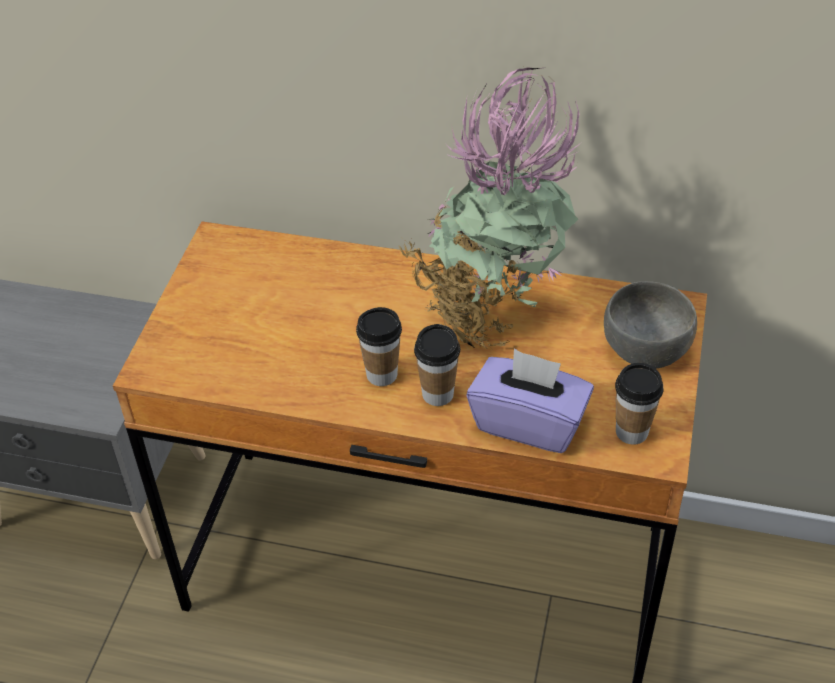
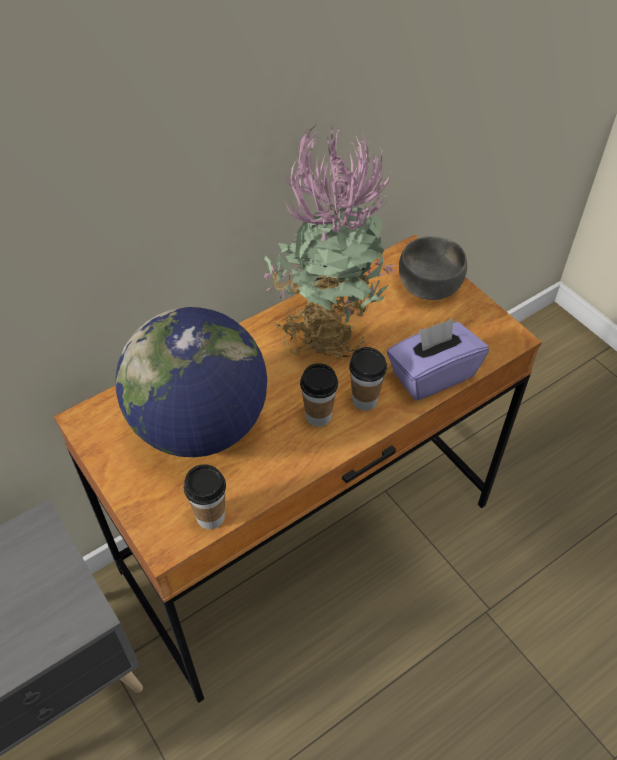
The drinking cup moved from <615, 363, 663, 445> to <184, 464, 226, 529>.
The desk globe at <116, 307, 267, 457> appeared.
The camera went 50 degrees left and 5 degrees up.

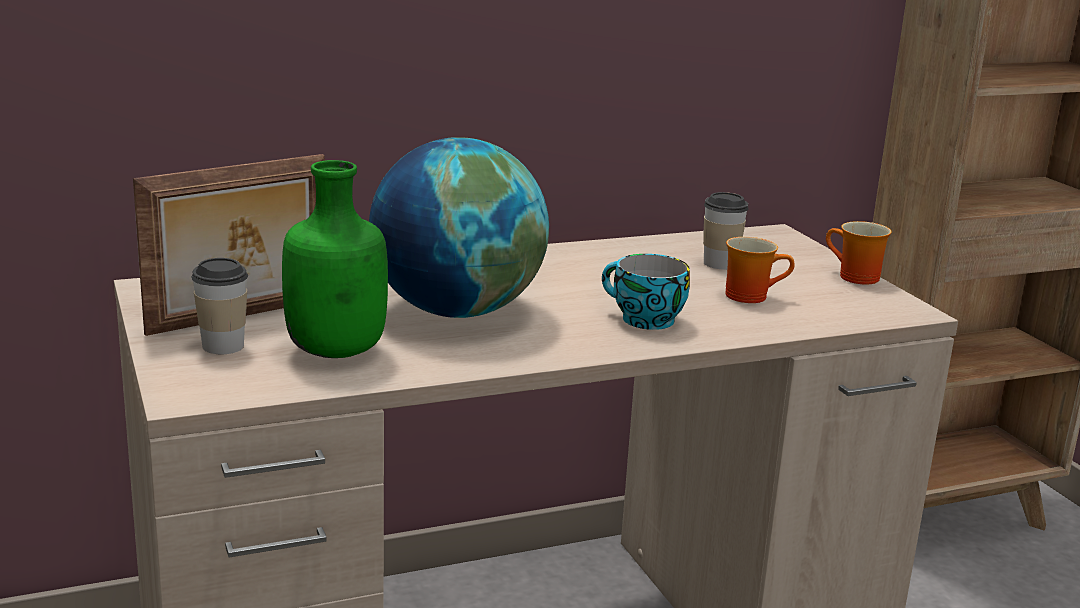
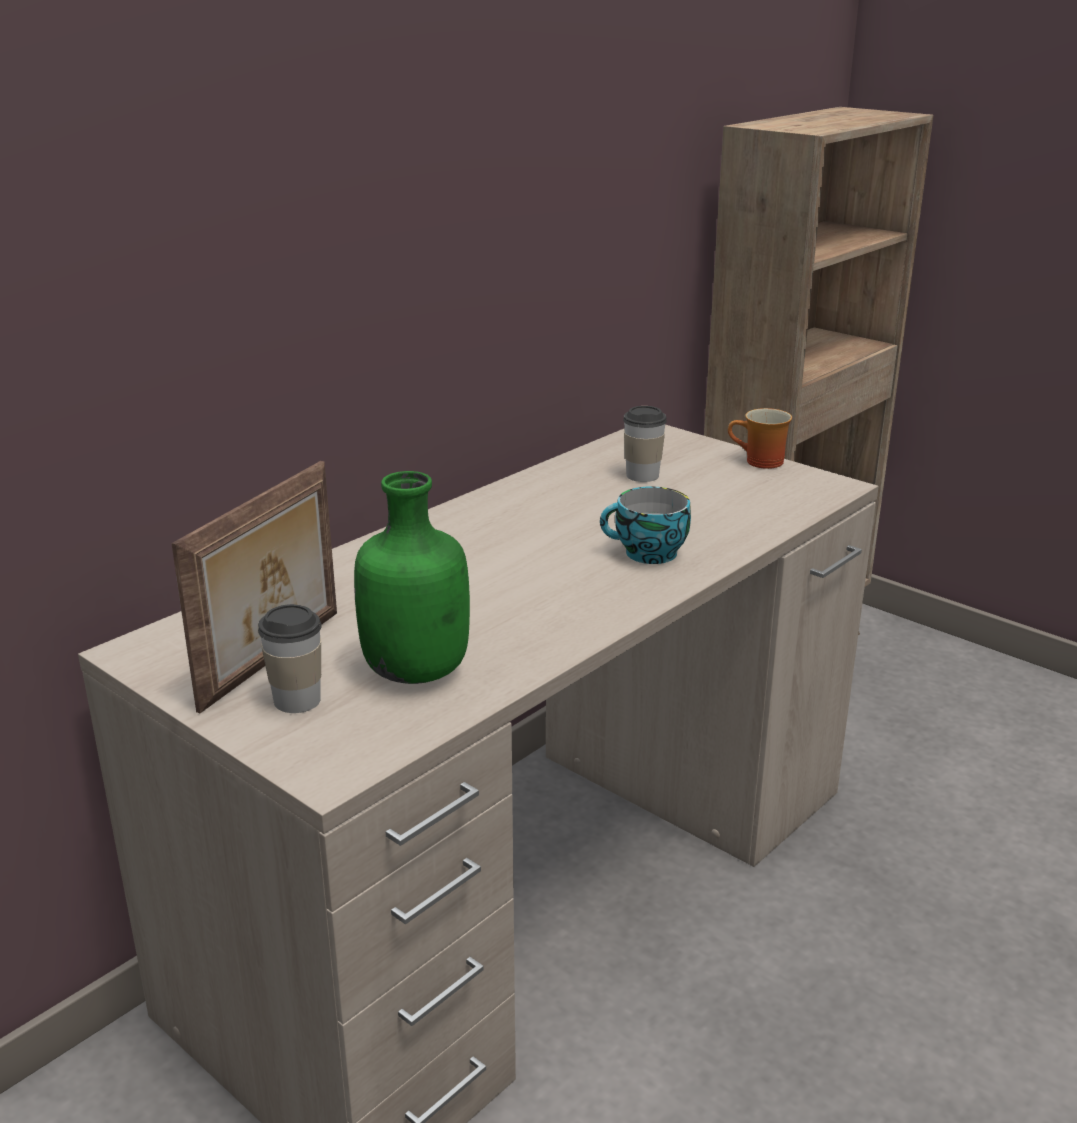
The desk globe at <369, 137, 549, 318> disappeared.
The tea mug at <725, 237, 795, 303> disappeared.
The camera went 25 degrees left and 5 degrees up.

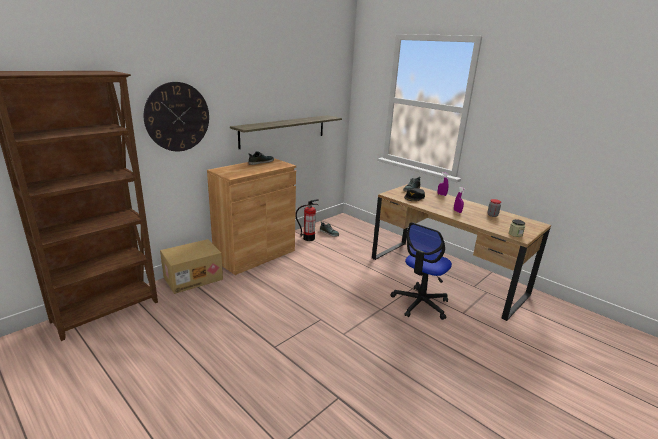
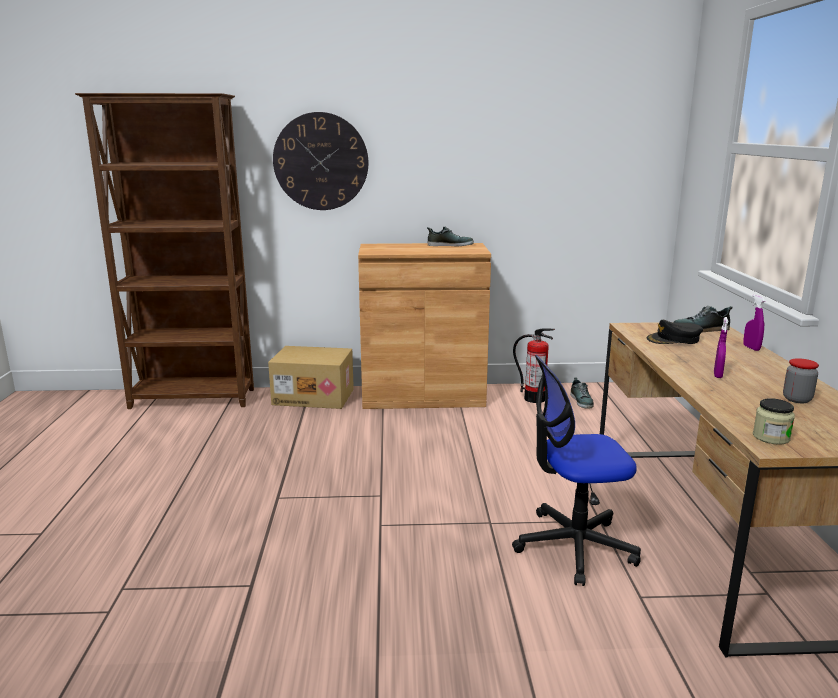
The bracket shelf at <230, 115, 342, 149> disappeared.
The camera went 45 degrees right and 5 degrees down.

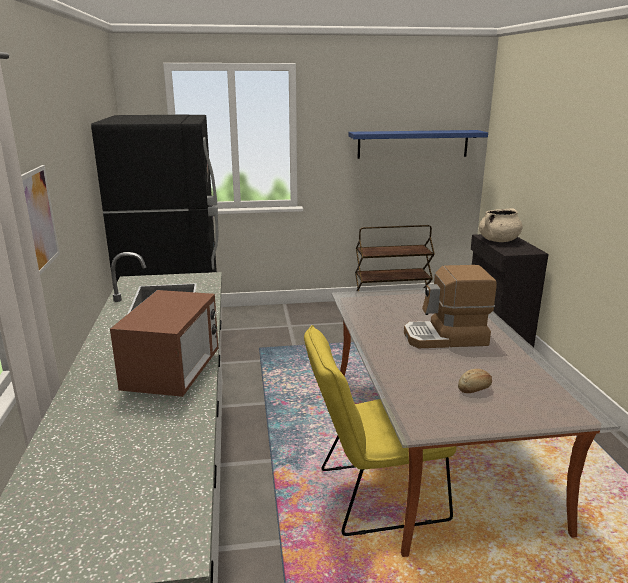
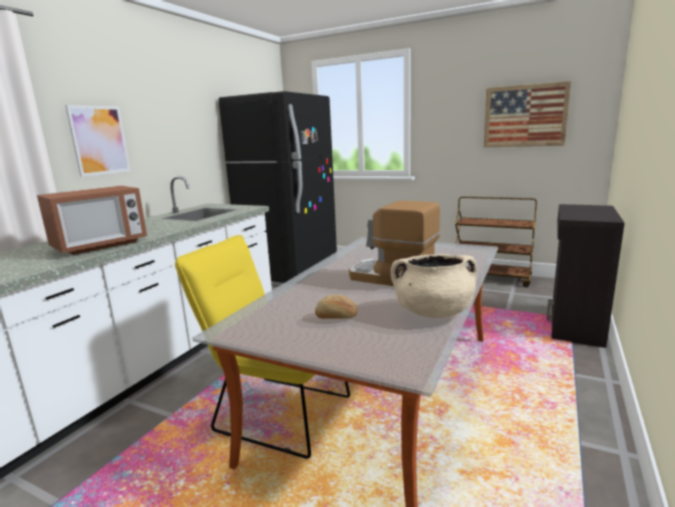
The bracket shelf/bluish at <348, 130, 488, 159> was replaced by the wall art at <484, 81, 571, 148>.
The saucepot/beige moved from <479, 208, 523, 242> to <391, 254, 477, 318>.
The camera went 35 degrees right and 5 degrees down.

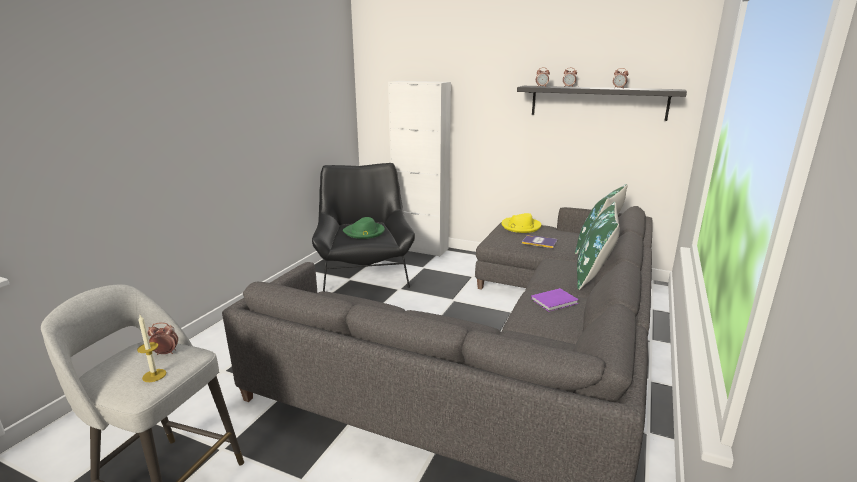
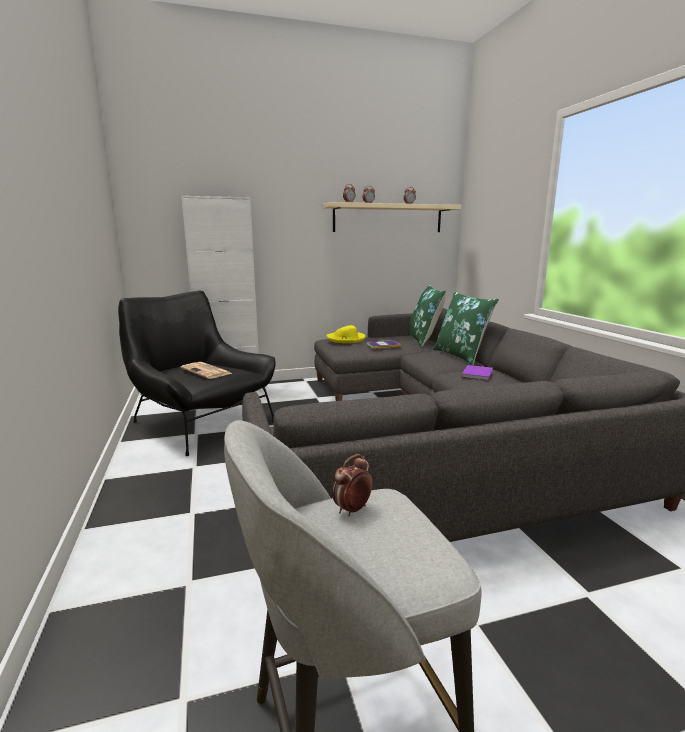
The bracket shelf/black at <517, 86, 687, 121> became the bracket shelf/beige at <323, 202, 462, 232>.
The clothing hat/greenish at <343, 217, 385, 239> was replaced by the printed paper at <181, 362, 233, 379>.
The candle at <137, 315, 167, 382> disappeared.
The camera went 40 degrees left and 5 degrees down.

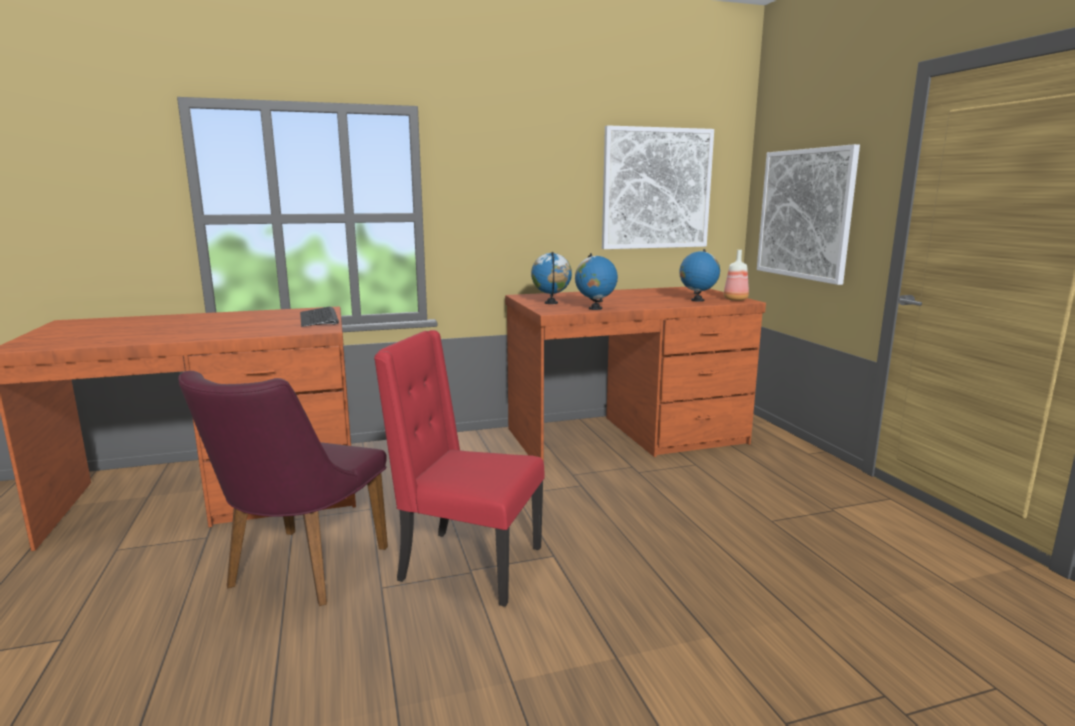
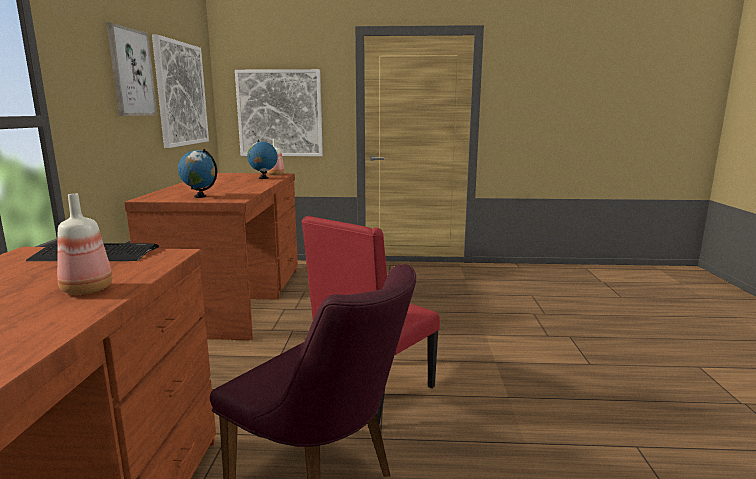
The desk globe at <575, 253, 618, 310> disappeared.
The wall art at <107, 22, 157, 116> appeared.
The drink bottle at <57, 193, 113, 295> appeared.
The camera went 70 degrees left and 0 degrees up.

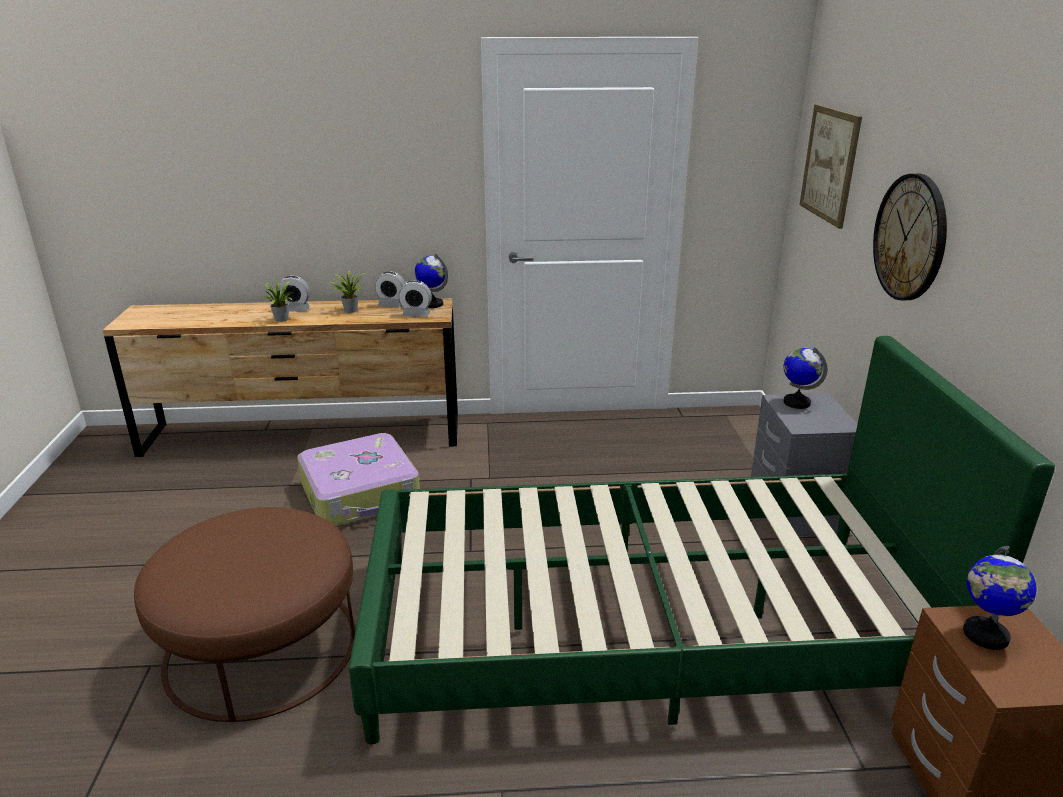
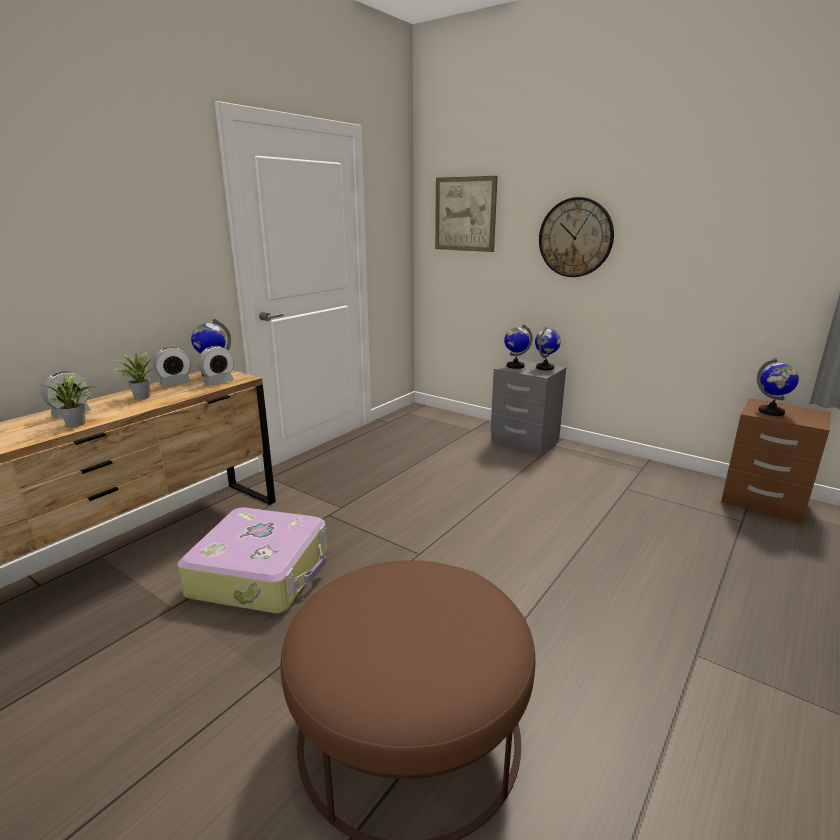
The sleeping bed/greenish at <349, 336, 1055, 744> disappeared.
The desk globe at <535, 327, 561, 371> appeared.
The camera went 50 degrees left and 5 degrees down.

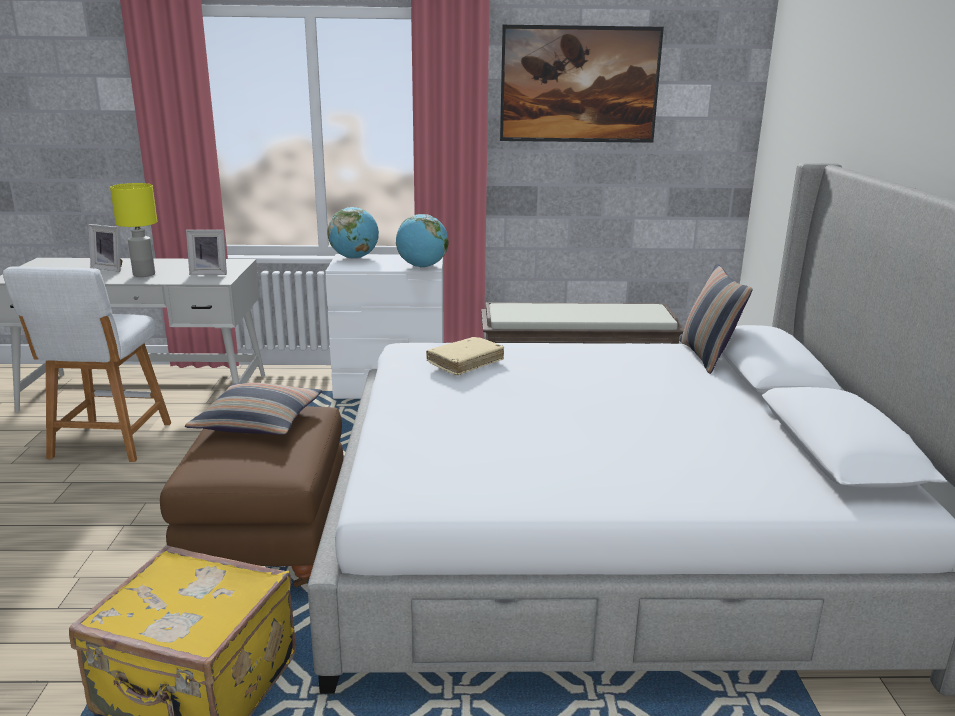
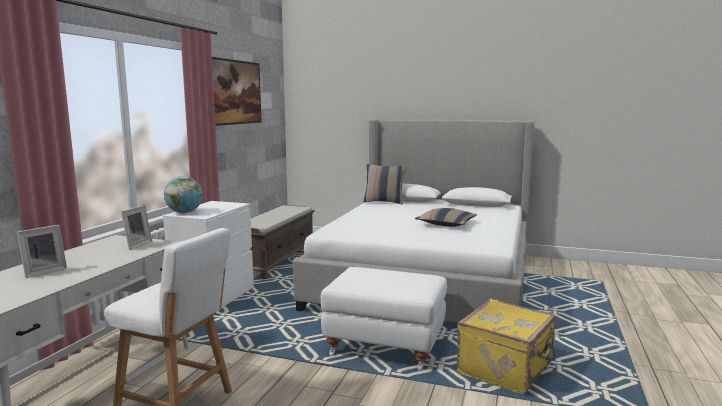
The tabletop lamp/yellow-coloured at <110, 183, 157, 277> disappeared.
The desk globe at <396, 214, 448, 268> disappeared.
The volume/beige at <426, 337, 505, 375> disappeared.
The cushion moved from <185, 383, 322, 435> to <415, 208, 477, 227>.
The footrest/brown at <160, 406, 343, 587> became the footrest/whitish at <321, 267, 447, 371>.
The camera went 70 degrees left and 10 degrees down.

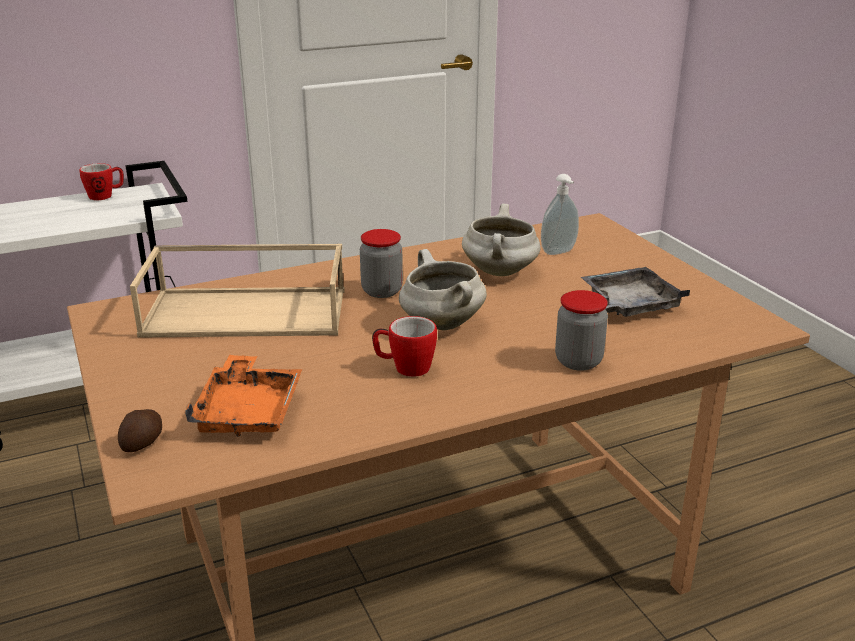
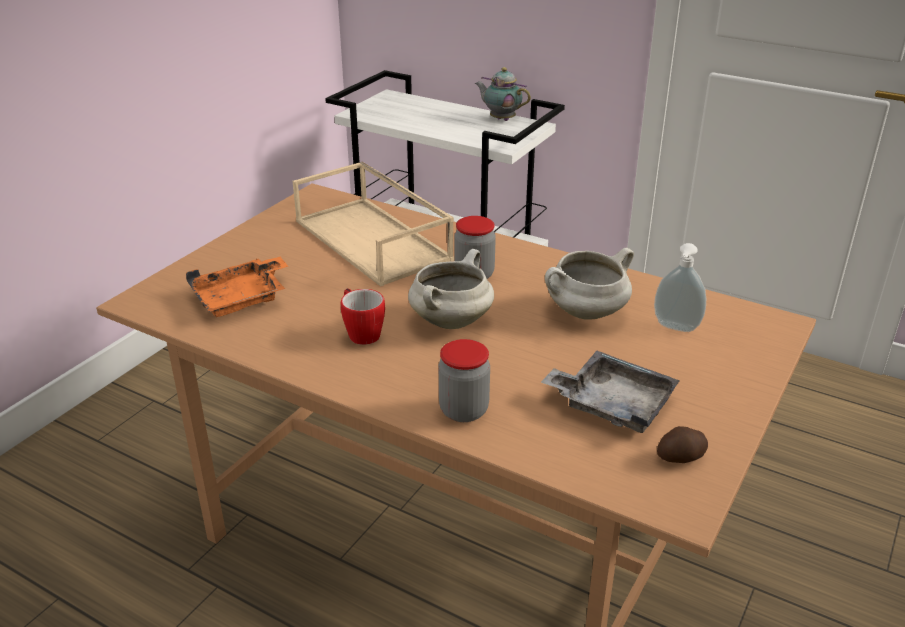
The tea mug at <79, 163, 124, 200> was replaced by the teapot at <475, 67, 531, 121>.
The whole potato moved from <118, 409, 162, 452> to <657, 426, 708, 463>.
The camera went 55 degrees right and 5 degrees up.

